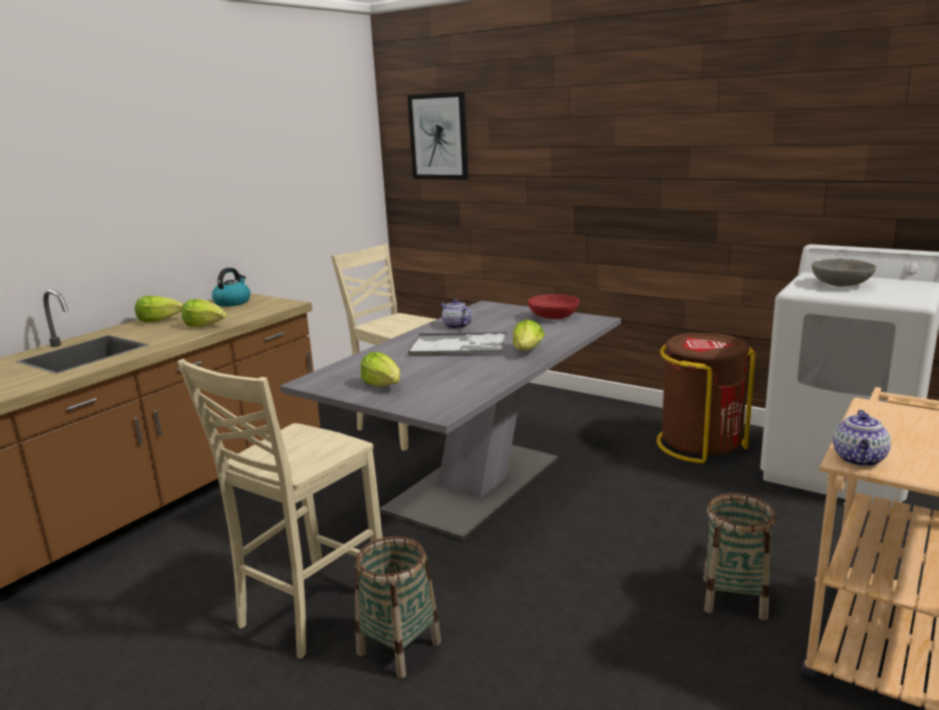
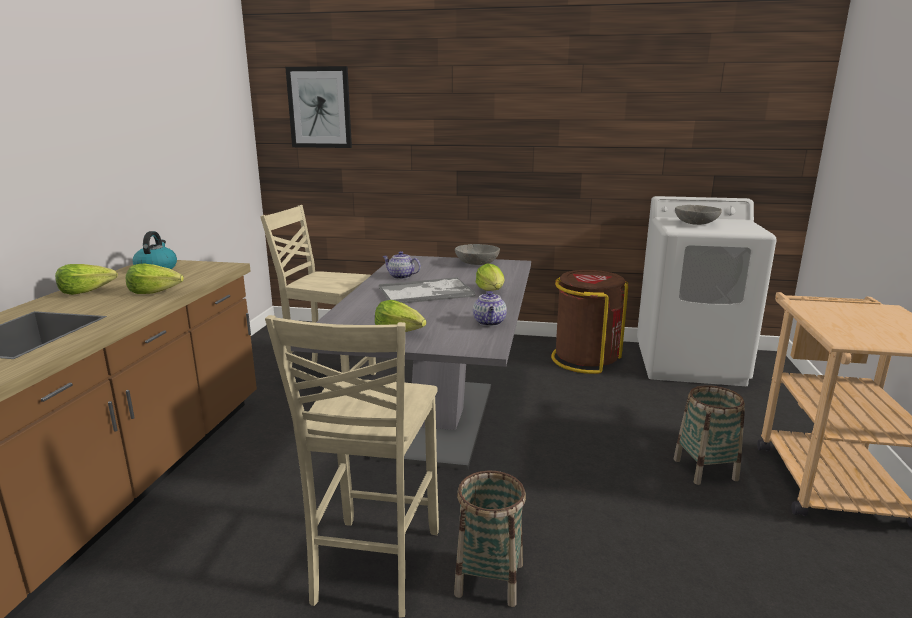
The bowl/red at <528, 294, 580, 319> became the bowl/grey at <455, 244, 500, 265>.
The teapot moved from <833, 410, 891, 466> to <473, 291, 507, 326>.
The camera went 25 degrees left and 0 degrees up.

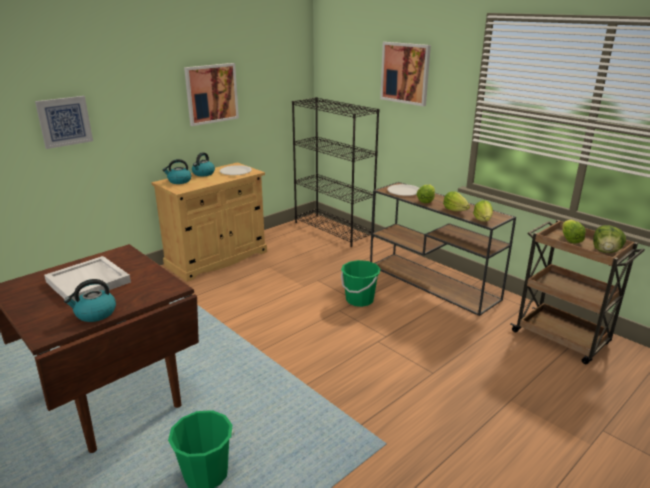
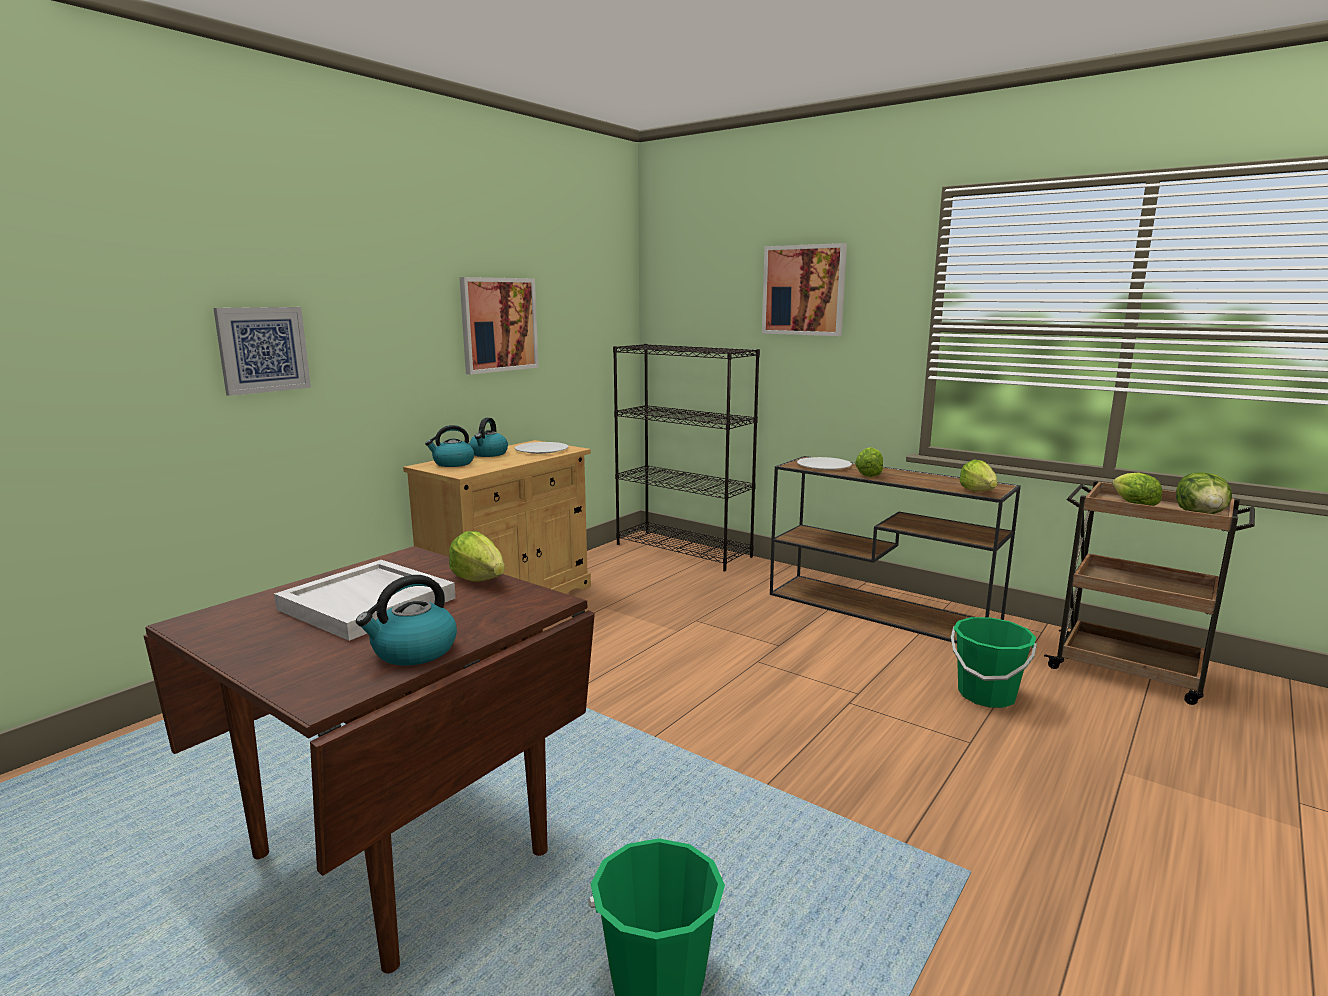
The lettuce moved from <443, 191, 470, 211> to <449, 531, 505, 582>.
The water bucket/greenish moved from <341, 260, 381, 307> to <951, 617, 1037, 708>.
The camera went 10 degrees left and 10 degrees down.

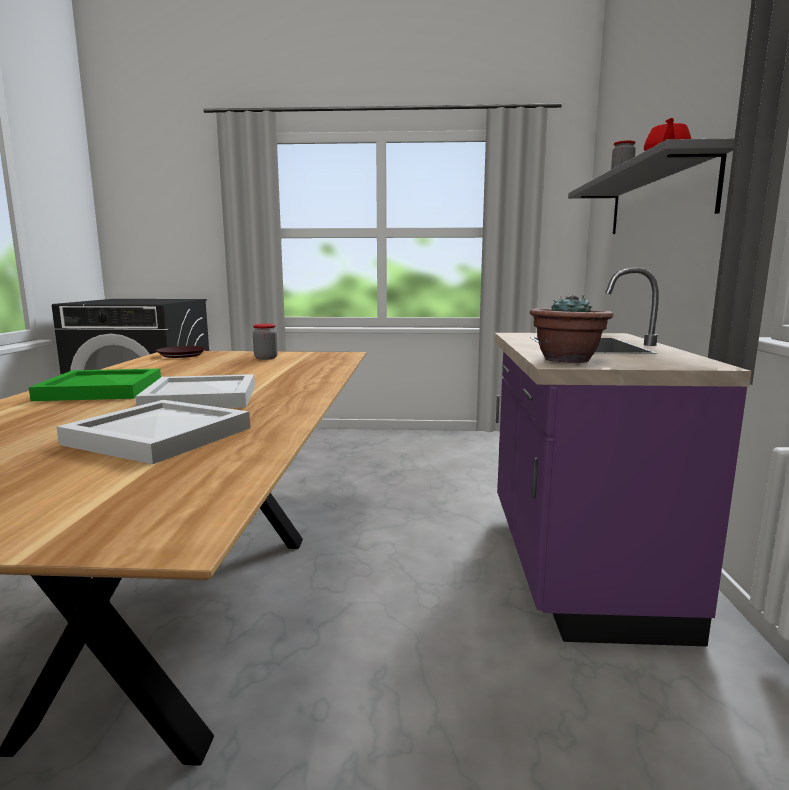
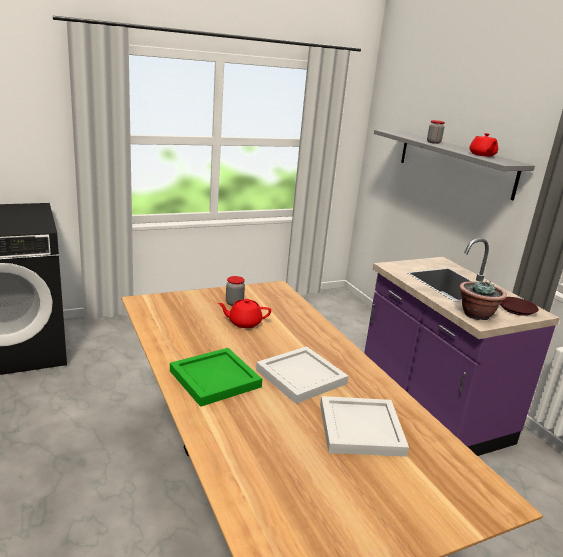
The flat dish/brown moved from <156, 346, 206, 358> to <501, 297, 539, 316>.
The teapot/red at <218, 299, 271, 328> appeared.
The camera went 30 degrees left and 10 degrees up.

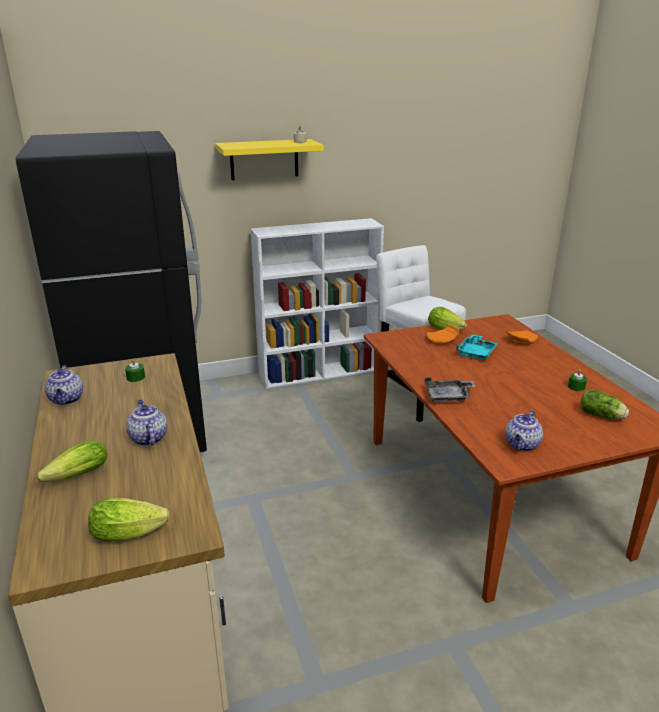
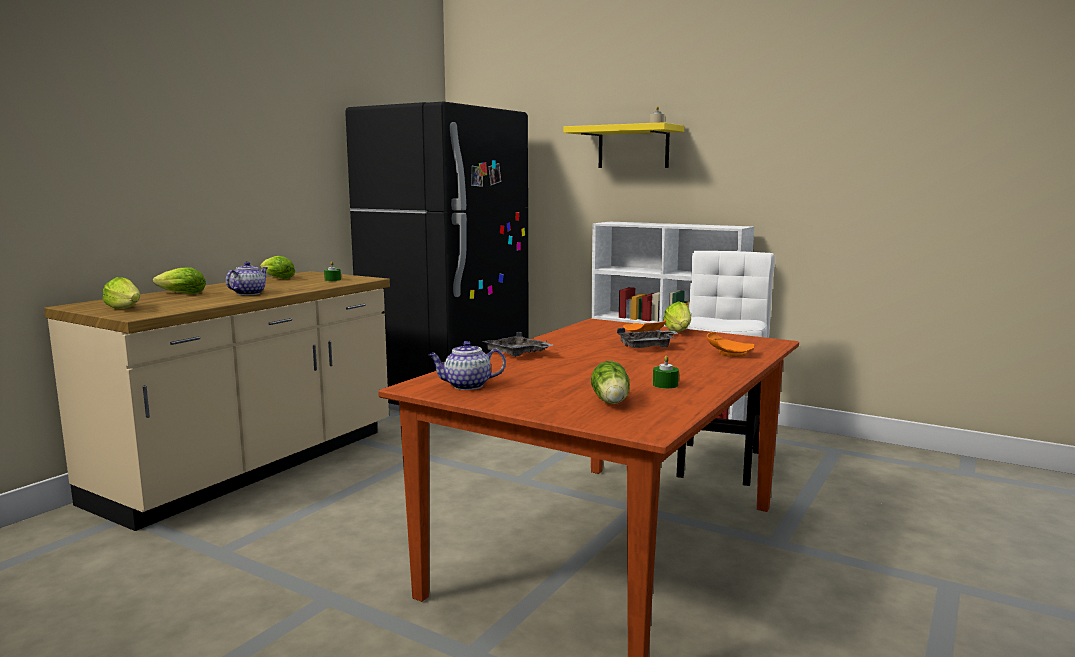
The carrying tray/turquoise at <456, 334, 498, 360> became the carrying tray/grey at <617, 328, 679, 348>.
The teapot at <45, 365, 83, 405> was replaced by the lettuce at <260, 256, 295, 279>.
The camera went 50 degrees right and 15 degrees down.

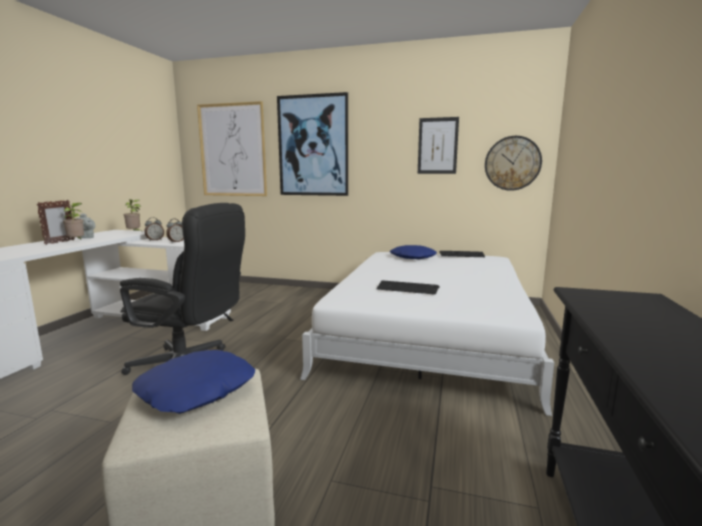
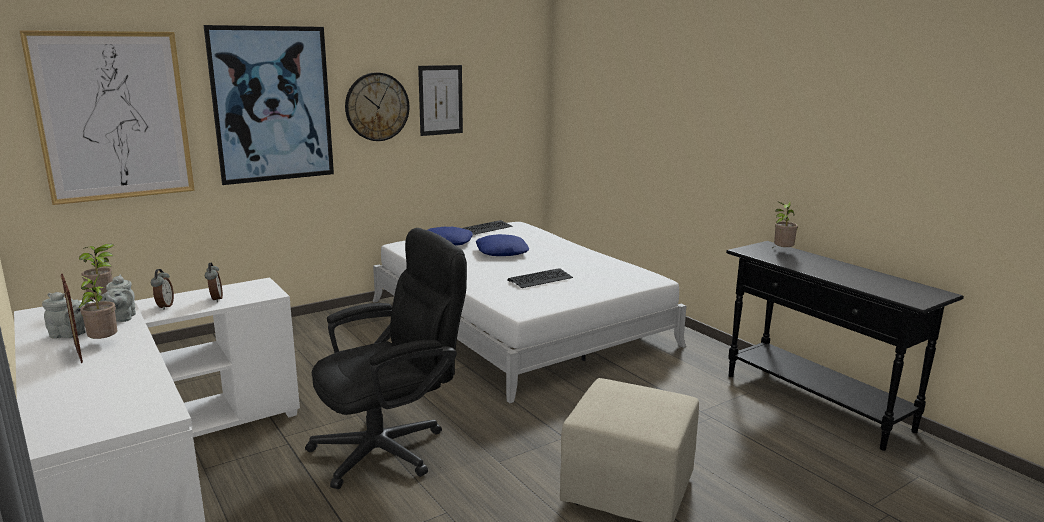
The hanging clock moved from <485, 136, 542, 191> to <345, 72, 409, 141>.
The cushion/bluish moved from <132, 350, 255, 414> to <476, 234, 529, 256>.
The potted plant at <774, 201, 798, 247> appeared.
The teapot/grey at <100, 274, 136, 322> appeared.
The camera went 50 degrees left and 5 degrees up.

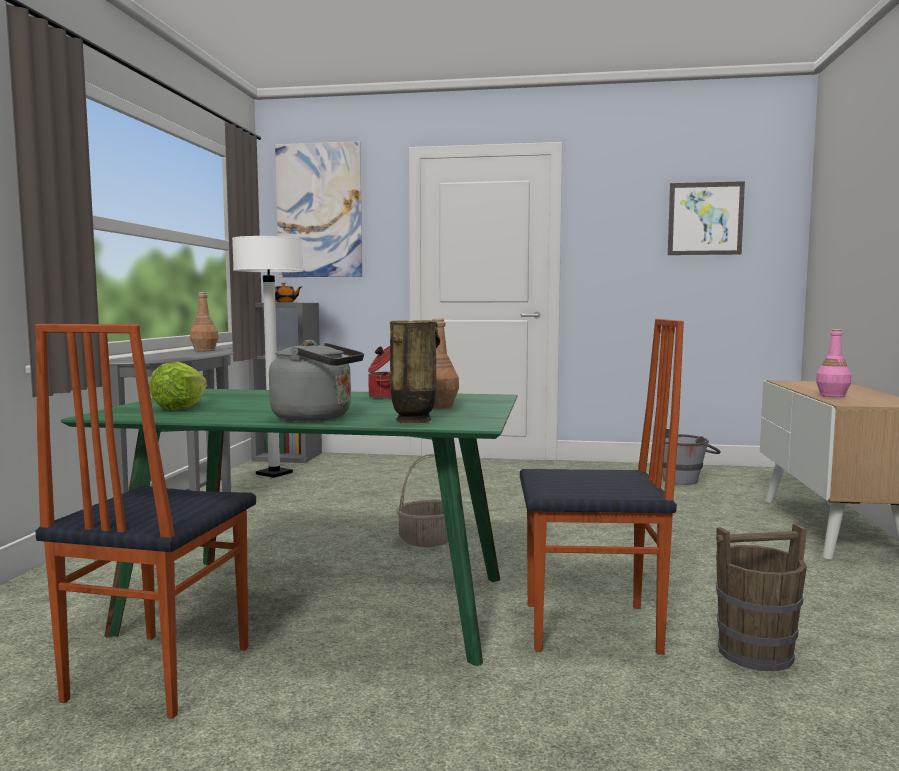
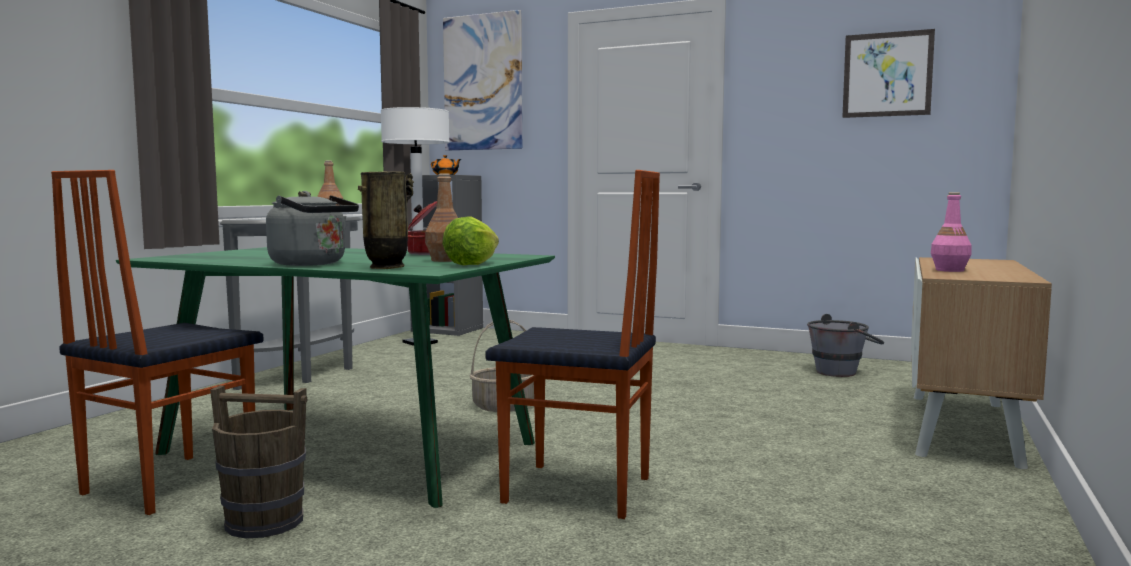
The lettuce moved from <149, 362, 207, 410> to <442, 217, 499, 265>.
The water bucket/brown moved from <716, 524, 807, 671> to <210, 385, 307, 538>.
The camera went 15 degrees right and 0 degrees up.

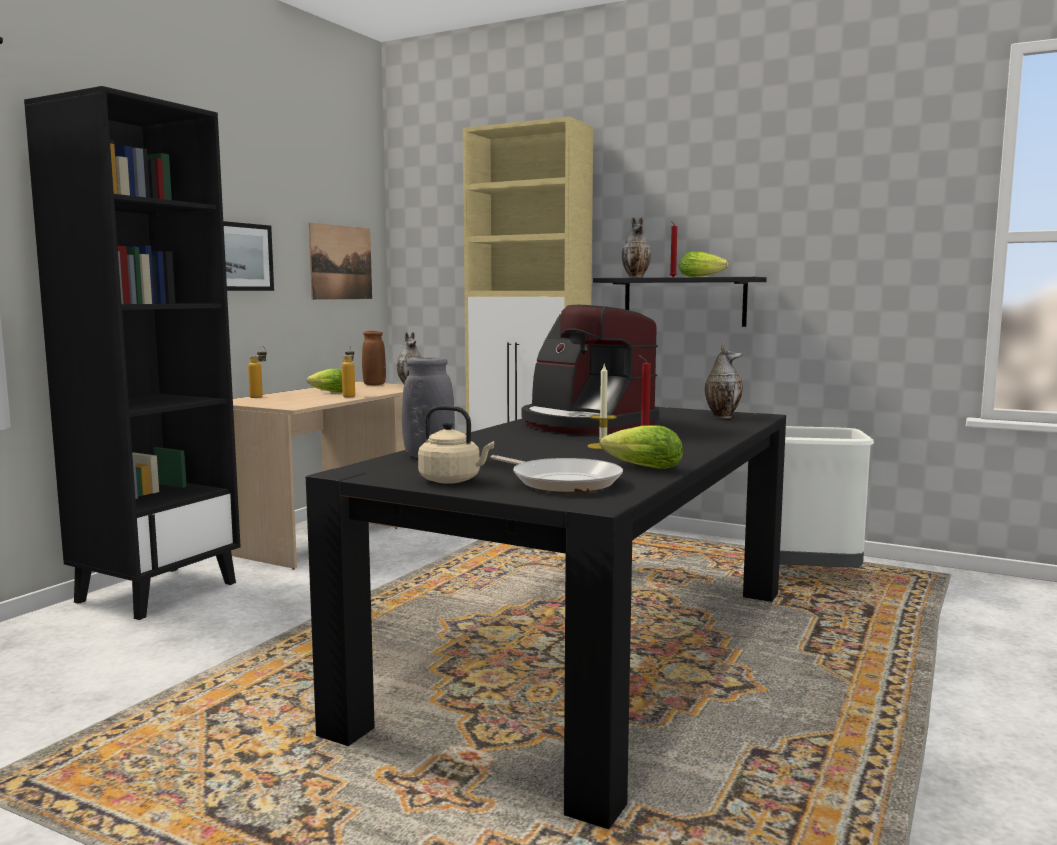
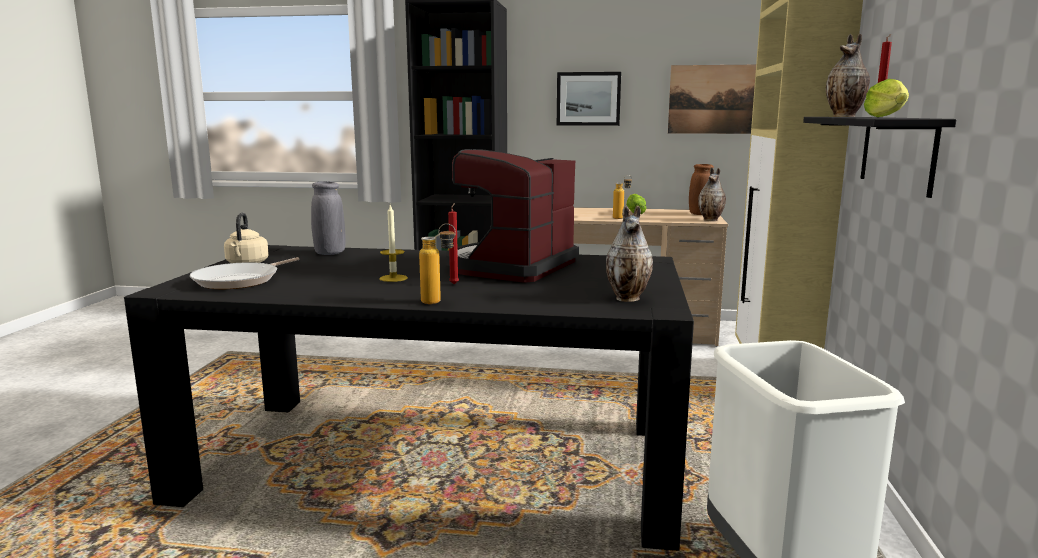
The drink bottle moved from <248, 346, 267, 398> to <419, 223, 456, 304>.
The lettuce at <600, 425, 683, 469> disappeared.
The camera went 70 degrees right and 5 degrees up.

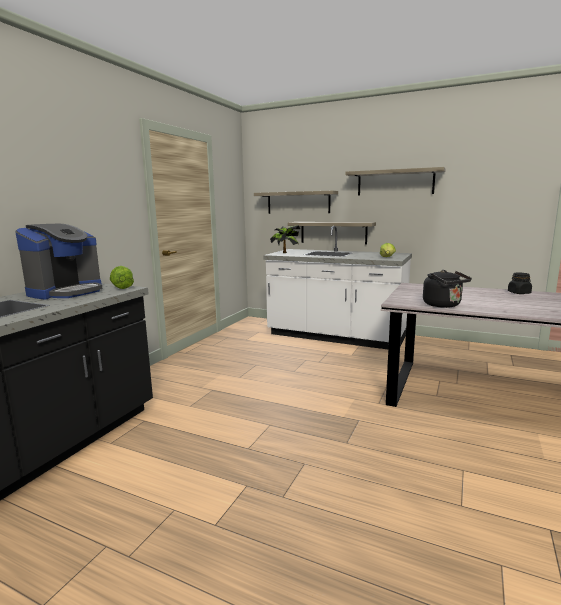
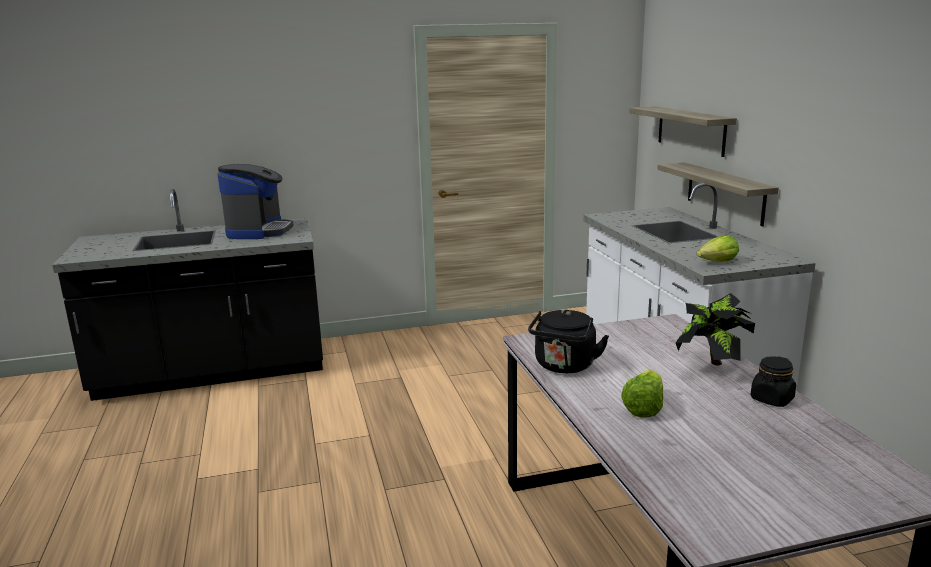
The bracket shelf at <345, 167, 446, 196> disappeared.
The coffee brewer at <15, 224, 103, 300> turned 75 degrees counterclockwise.
The potted plant moved from <270, 225, 300, 253> to <676, 293, 755, 365>.
The lettuce moved from <110, 266, 134, 289> to <621, 370, 664, 417>.
The camera went 50 degrees right and 5 degrees up.

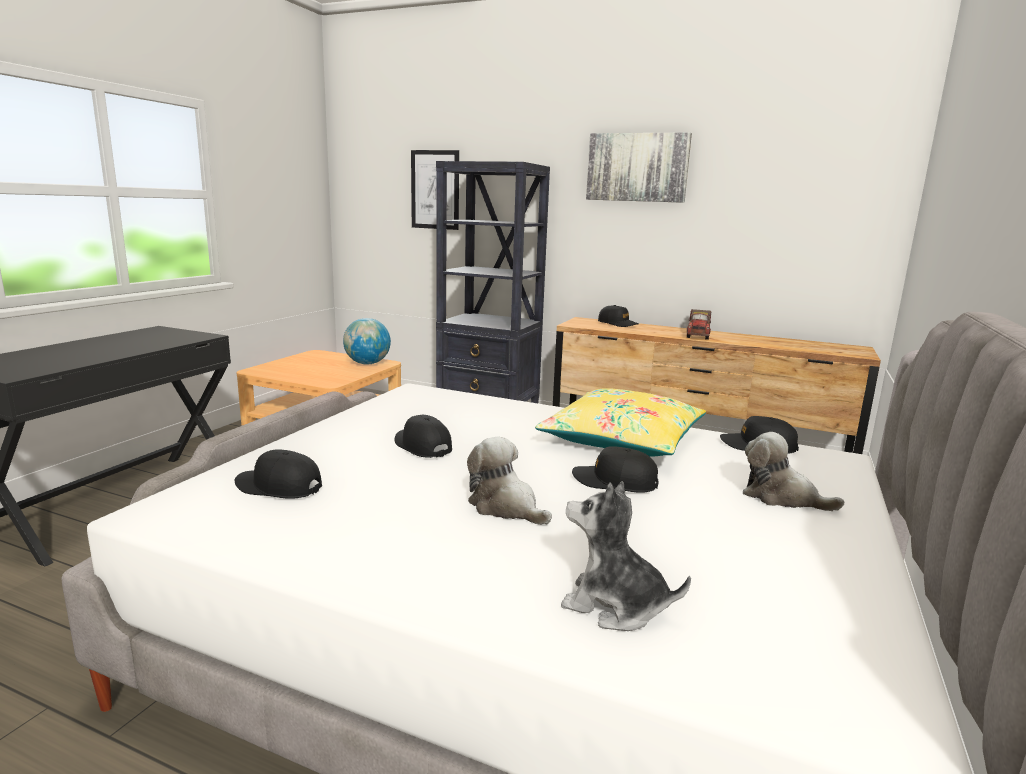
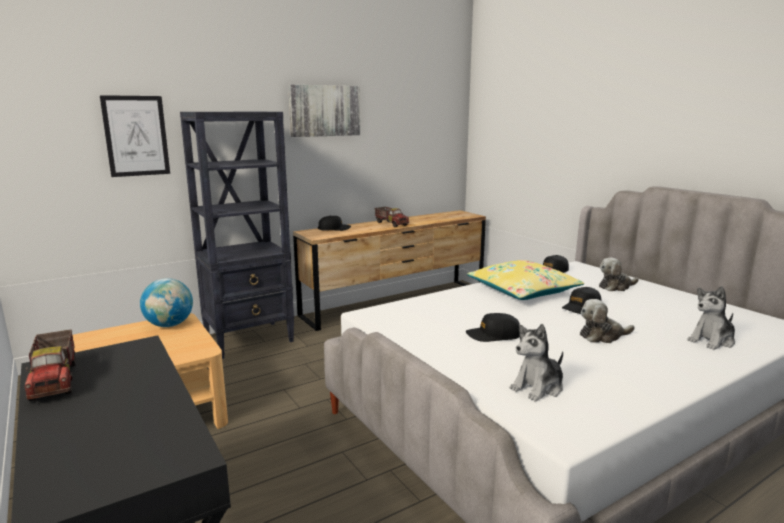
The peaked cap/black at <235, 449, 322, 499> was replaced by the cuddly toy at <510, 324, 563, 402>.
The model truck at <25, 329, 76, 401> appeared.
The camera went 55 degrees left and 0 degrees up.

